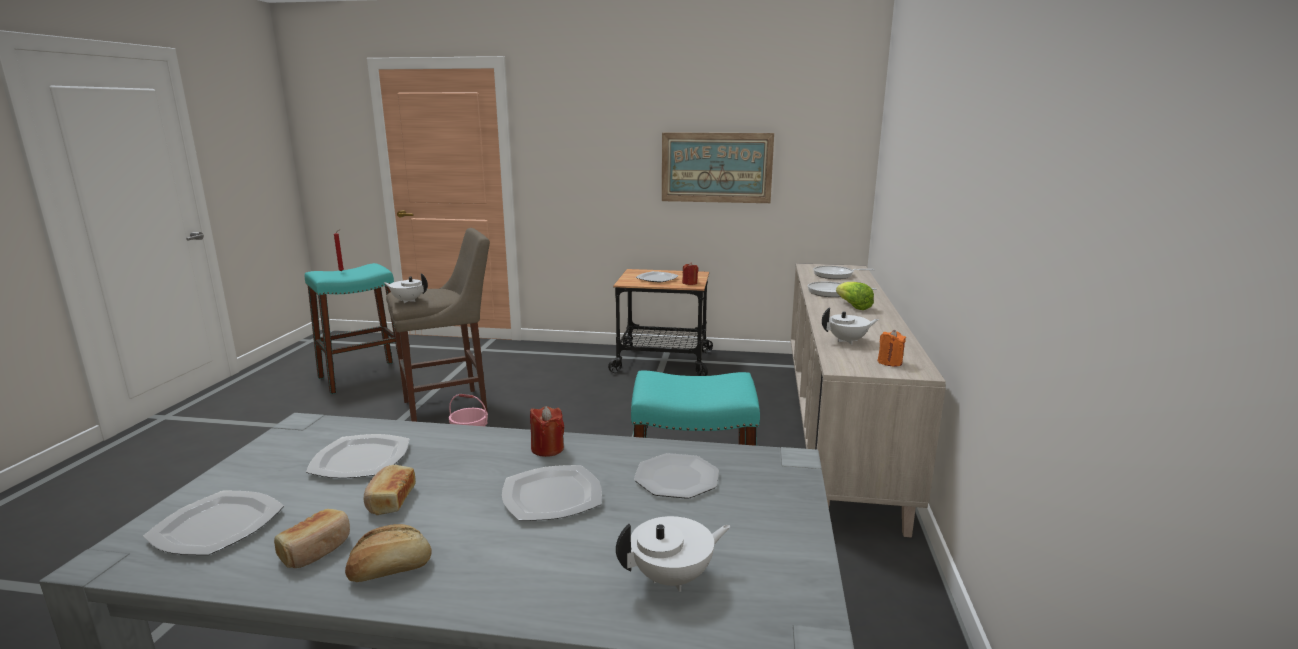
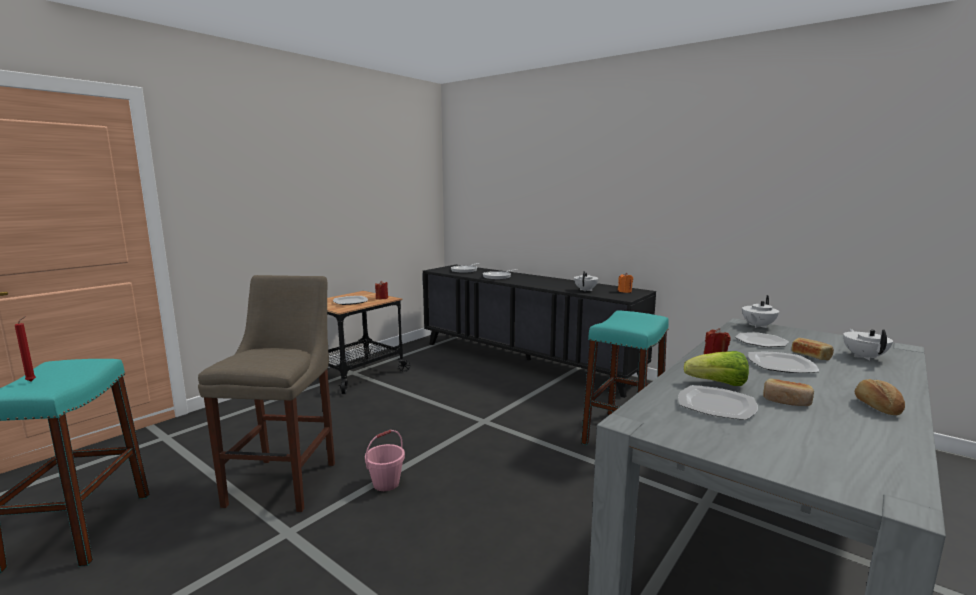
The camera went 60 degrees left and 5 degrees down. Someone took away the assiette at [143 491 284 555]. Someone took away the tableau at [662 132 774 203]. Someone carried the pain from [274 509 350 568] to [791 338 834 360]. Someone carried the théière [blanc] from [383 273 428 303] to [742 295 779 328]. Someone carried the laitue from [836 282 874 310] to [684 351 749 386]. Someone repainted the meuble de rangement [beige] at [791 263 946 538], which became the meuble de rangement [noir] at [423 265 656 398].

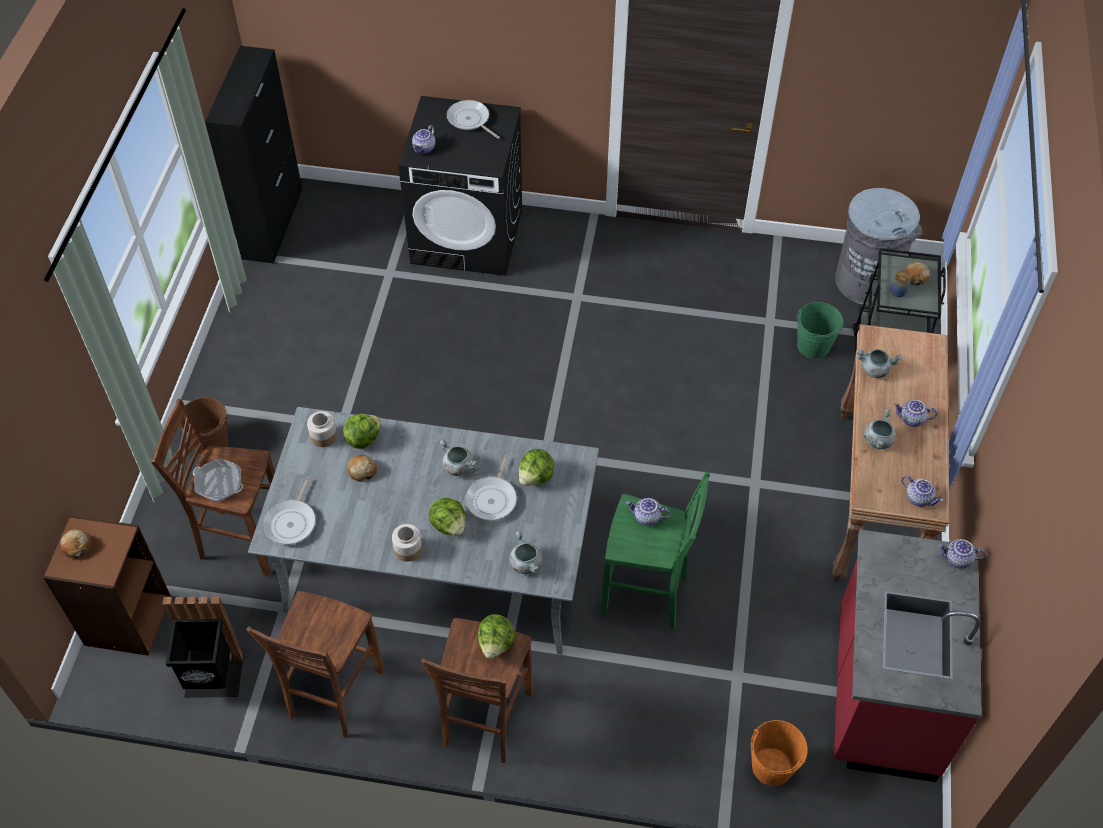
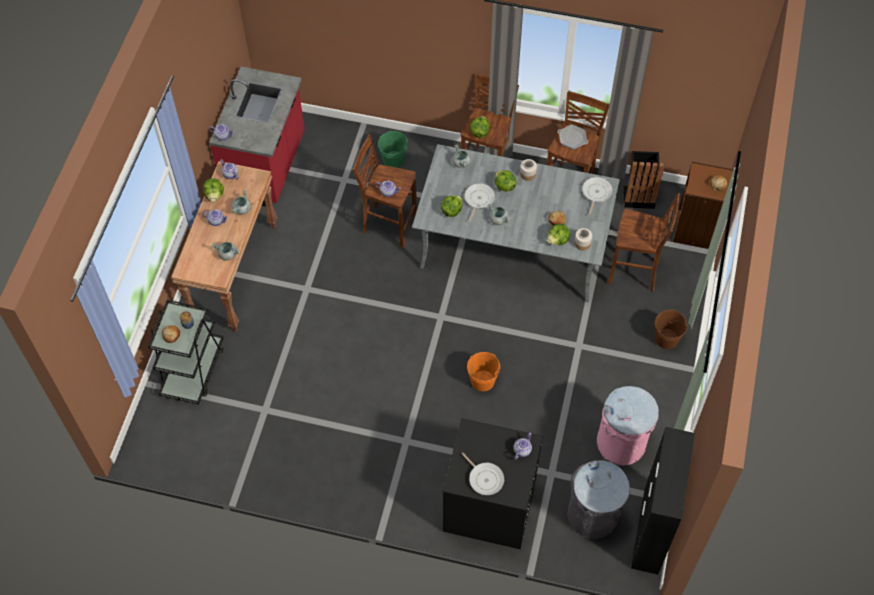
The camera went 175 degrees left and 5 degrees up. Someone put down the laitue at [203 178 224 202]. Someone put down the poubelle [rose] at [596 386 659 466]. Someone carried the poêle from [193 458 243 502] to [558 125 588 149]. Someone carried the seau [orange] from [751 720 808 786] to [467 352 500 391]. Someone carried the seau [vert] from [797 302 843 359] to [378 131 408 168]. Someone carried the poubelle [gris] from [835 188 923 305] to [568 460 630 539]. Someone repainted the tabouret [vert] at [601 471 710 630], which became the tabouret [marron] at [352 134 417 248].

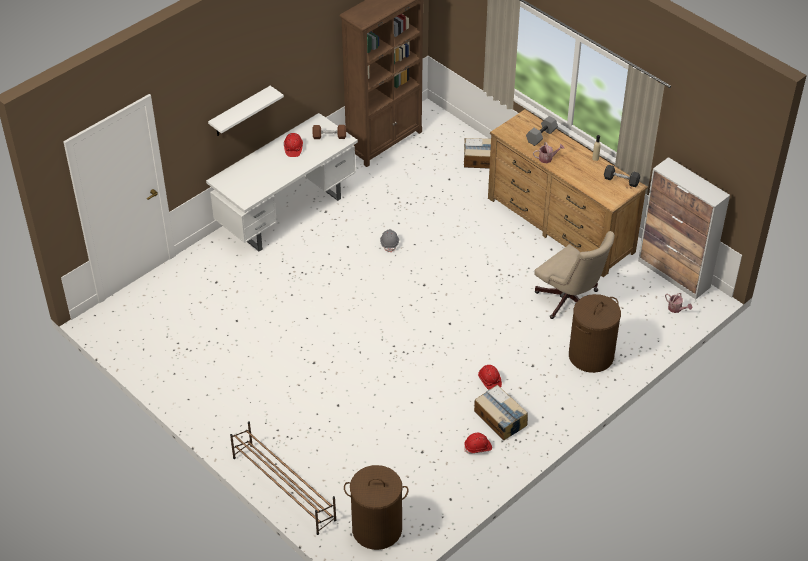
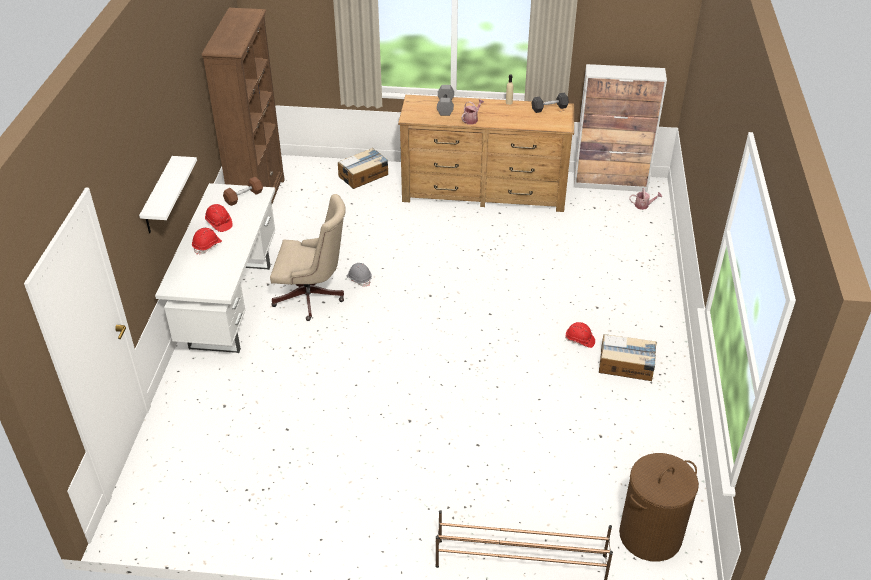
The camera went 40 degrees left and 5 degrees down. Someone took away the panier à linge [marron] at [569 294 621 373]. Someone carried the casque de chantier [rouge] from [464 433 492 454] to [192 228 222 255]. Someone carried the chaise de bureau [beige] from [534 231 615 319] to [270 194 346 321].

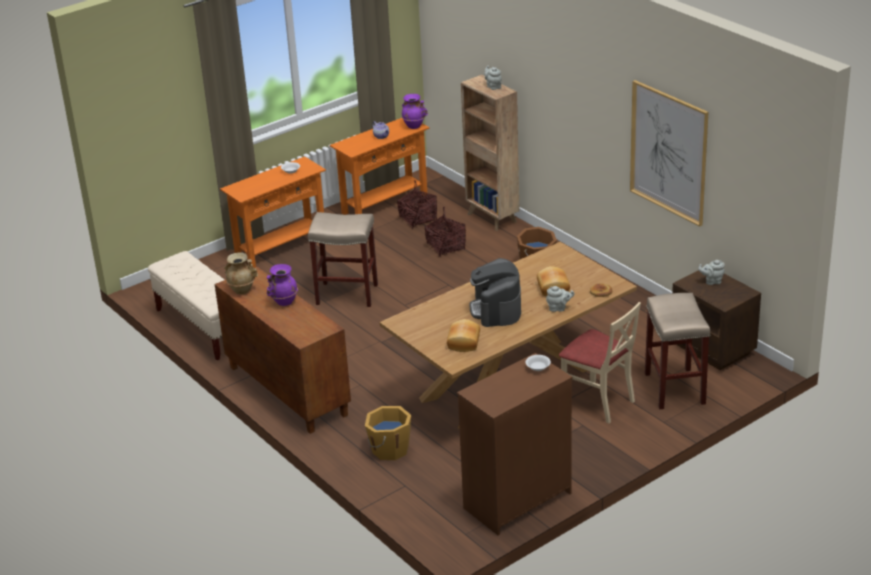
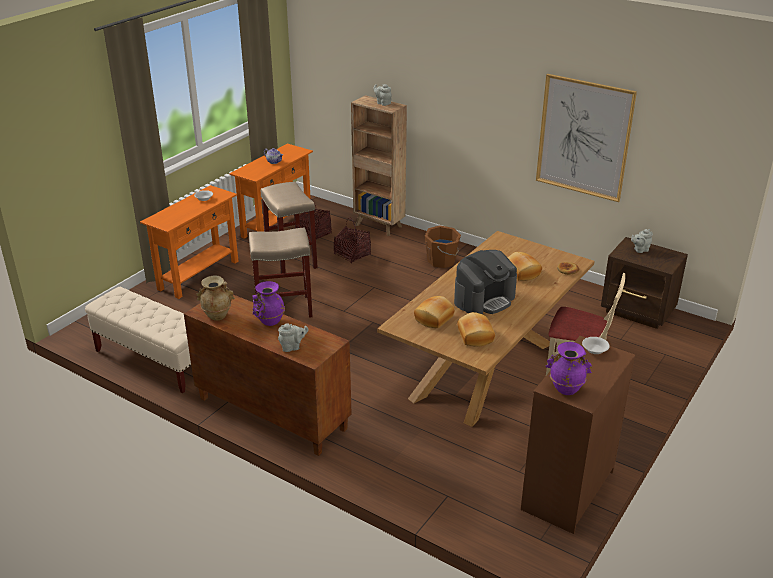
The camera went 20 degrees left and 0 degrees up. Someone took away the seau [orange] at [365 406 411 460]. Someone put down the pain at [414 296 455 328]. Someone carried the vase [violet] from [402 94 428 129] to [546 342 592 395]. Someone carried the théière [gris] from [546 286 575 312] to [278 324 309 352]. Someone carried the tabouret [beige] from [645 293 711 409] to [261 182 318 273]. Someone rotated the machine à café at [470 258 521 327] by 105 degrees counterclockwise.

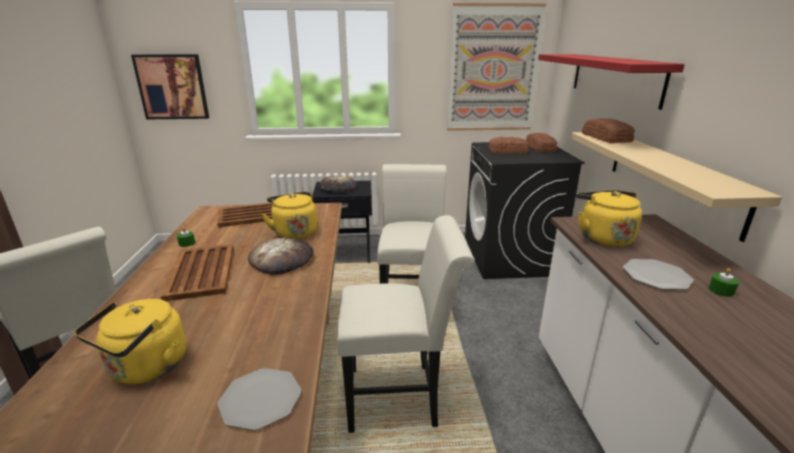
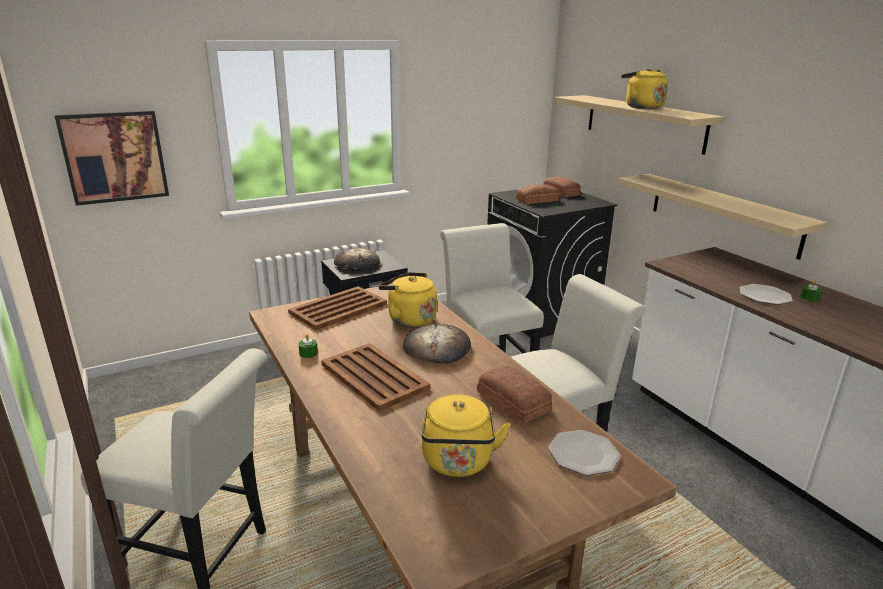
The camera went 25 degrees left and 0 degrees up. Someone took away the tableau at [447 3 546 131]. Someone carried the bouilloire [jaune] from [576 190 642 247] to [621 68 668 109]. Someone carried the pain from [582 118 635 143] to [477 366 552 423]. Someone repainted the étagère [rouge] at [538 54 685 110], which became the étagère [beige] at [555 95 725 155].

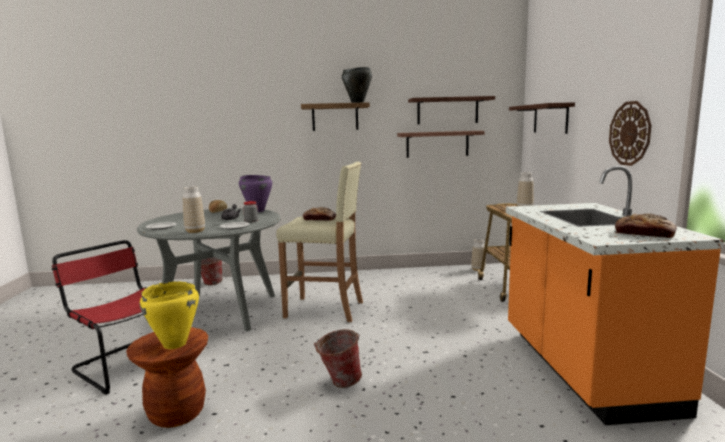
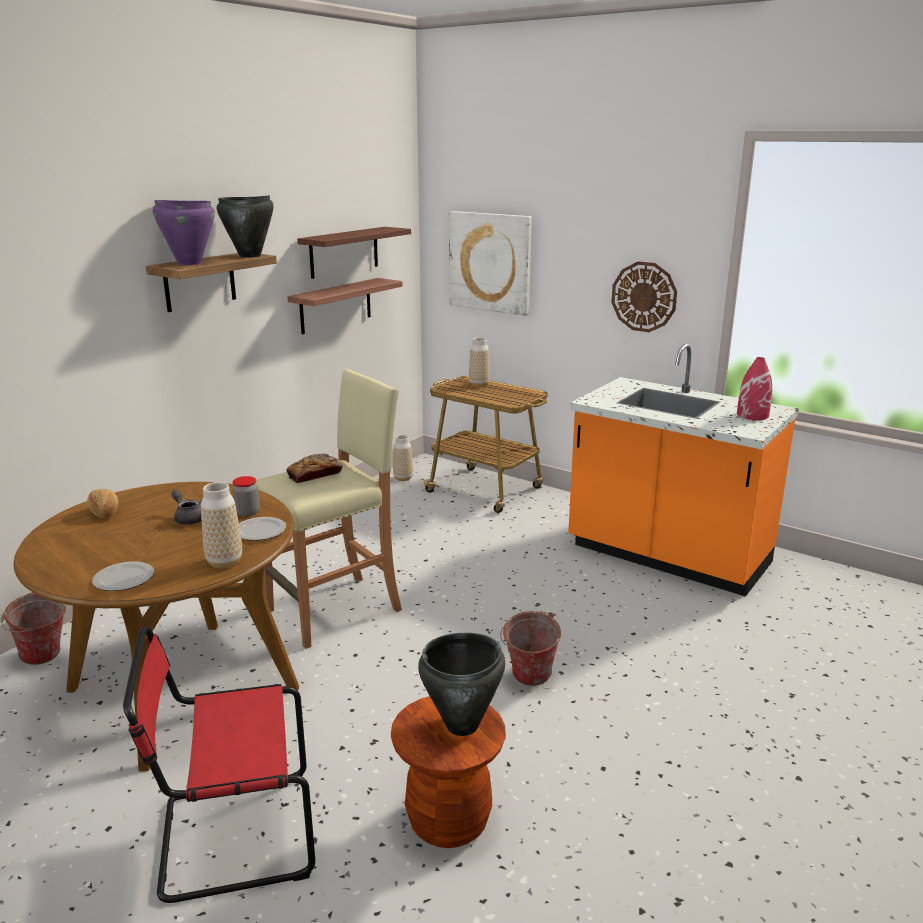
The camera went 50 degrees left and 10 degrees up. Someone carried the marmite [violet] from [239 175 272 212] to [153 200 215 265]. Someone swapped the étagère at [509 102 575 134] for the tableau at [449 211 532 316]. Someone swapped the pain at [615 213 677 238] for the vase [rouge] at [737 357 772 420]. Someone repainted the table à manger [gris] at [137 208 281 331], which became the table à manger [marron] at [13 482 299 772]. Someone repainted the marmite [jaune] at [139 281 199 349], which became the marmite [noir] at [418 633 505 736].

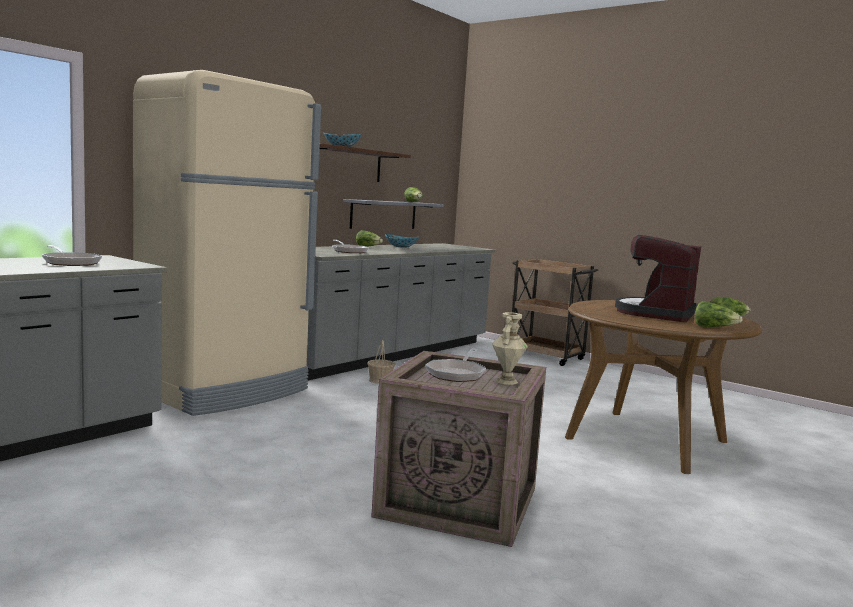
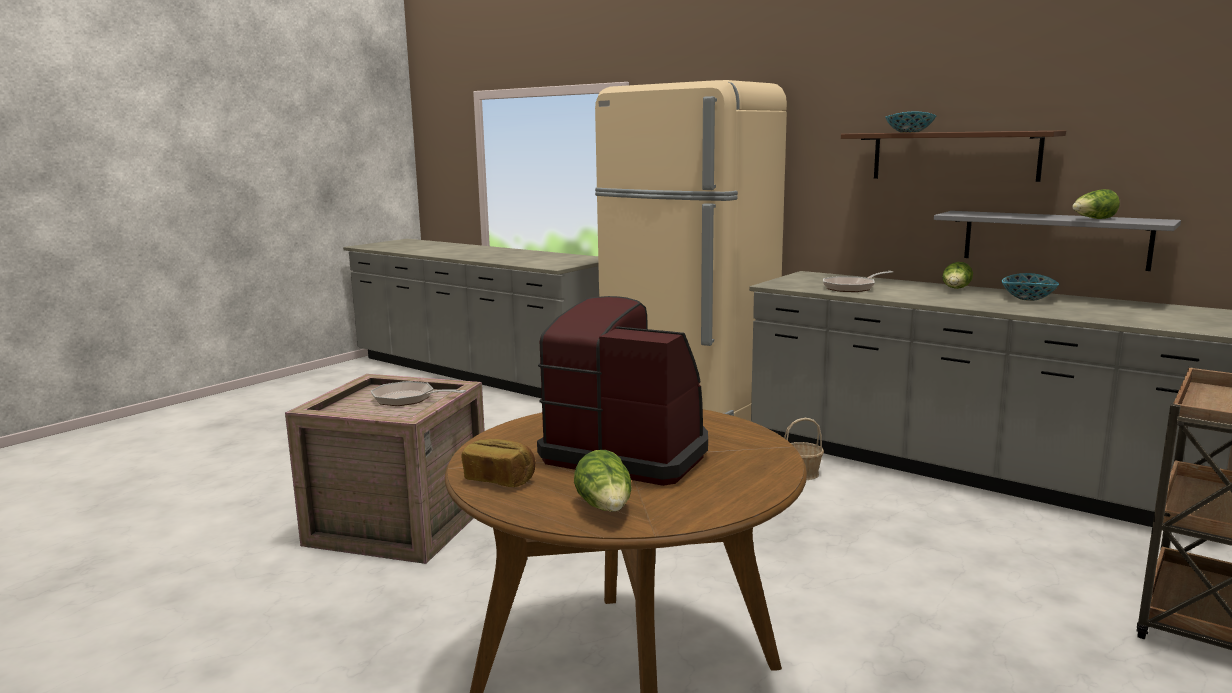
The camera went 90 degrees right and 5 degrees up. Someone took away the poêle at [42 245 102 266]. Someone took away the vase [beige] at [492 312 528 385]. Someone swapped the laitue at [695 301 743 327] for the pain at [461 438 536 487].

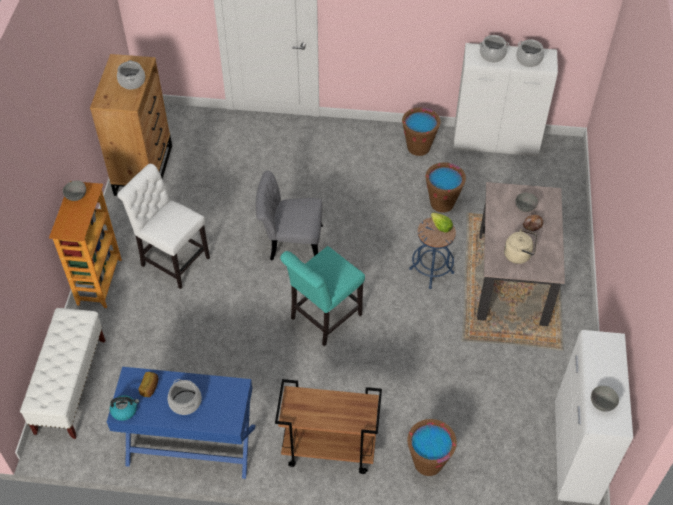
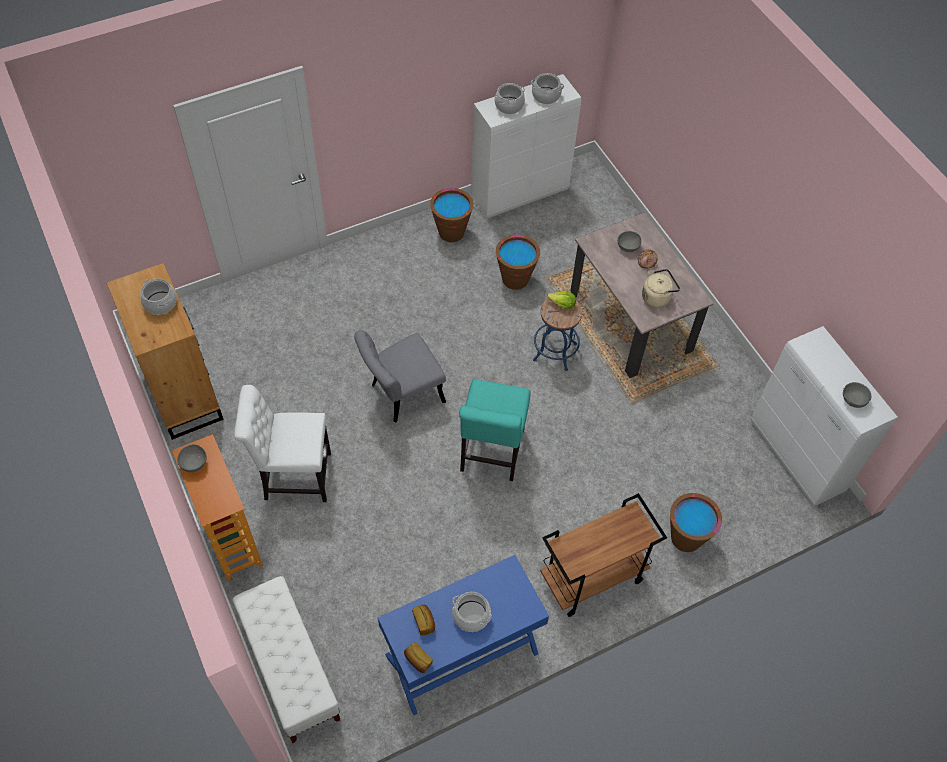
The camera went 35 degrees left and 5 degrees up. Someone swapped the bouilloire at [110 395 139 421] for the pain at [404 642 433 673].

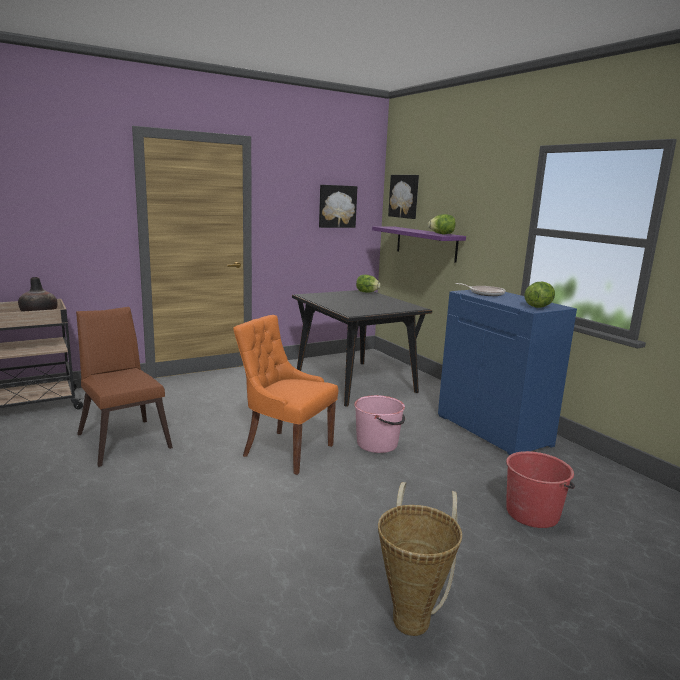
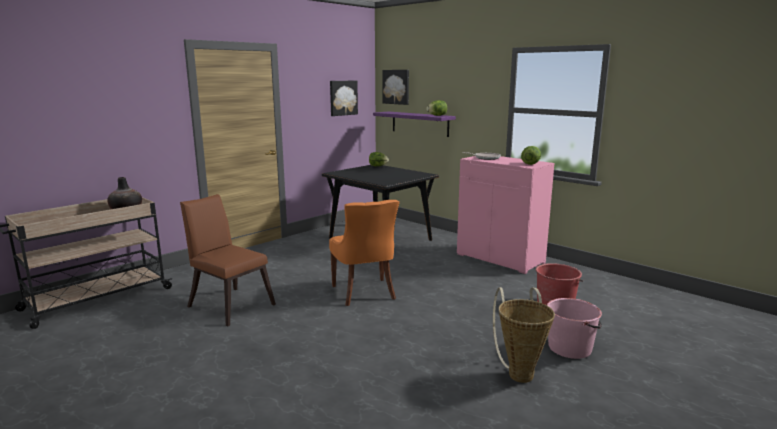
The camera went 15 degrees left and 0 degrees up. Someone carried the seau [rose] from [354 395 405 453] to [547 298 602 359]. Someone repainted the meuble de rangement [bleu] at [438 290 577 455], which became the meuble de rangement [rose] at [457 156 554 274]. Someone rotated the chaise [orange] at [233 315 338 475] by 120 degrees counterclockwise.

